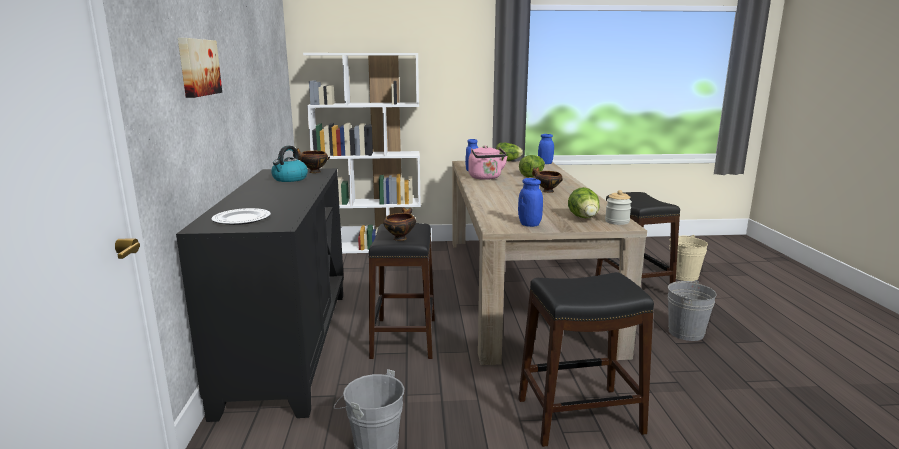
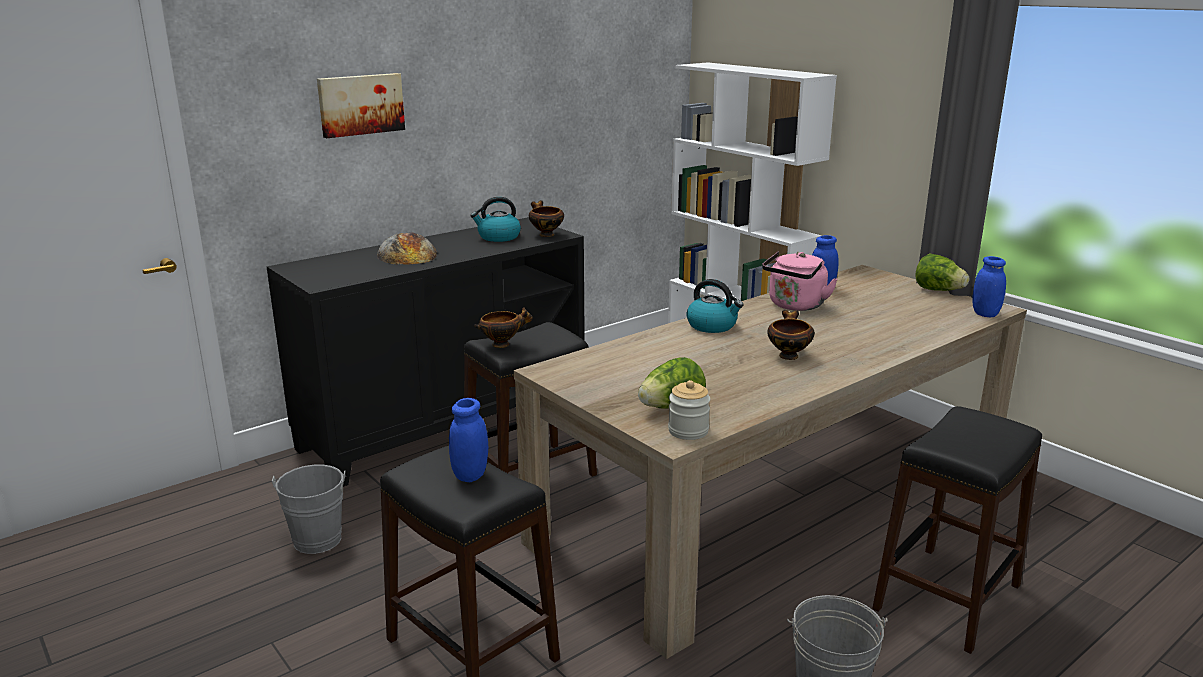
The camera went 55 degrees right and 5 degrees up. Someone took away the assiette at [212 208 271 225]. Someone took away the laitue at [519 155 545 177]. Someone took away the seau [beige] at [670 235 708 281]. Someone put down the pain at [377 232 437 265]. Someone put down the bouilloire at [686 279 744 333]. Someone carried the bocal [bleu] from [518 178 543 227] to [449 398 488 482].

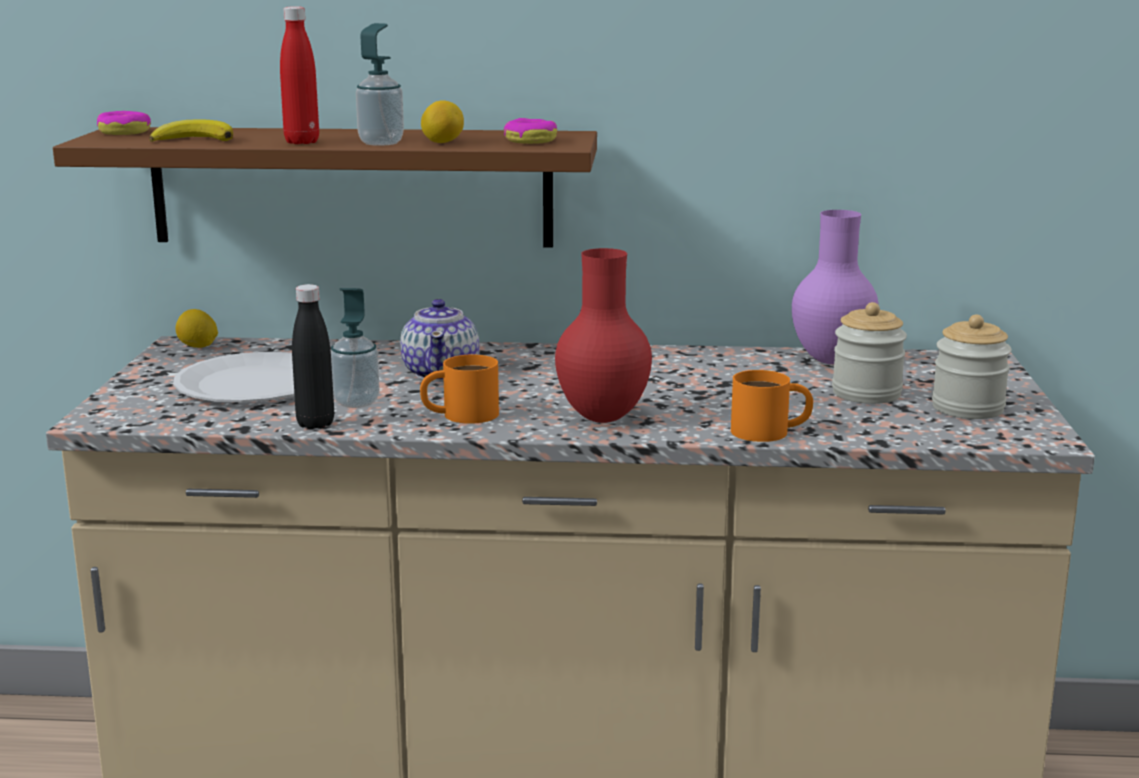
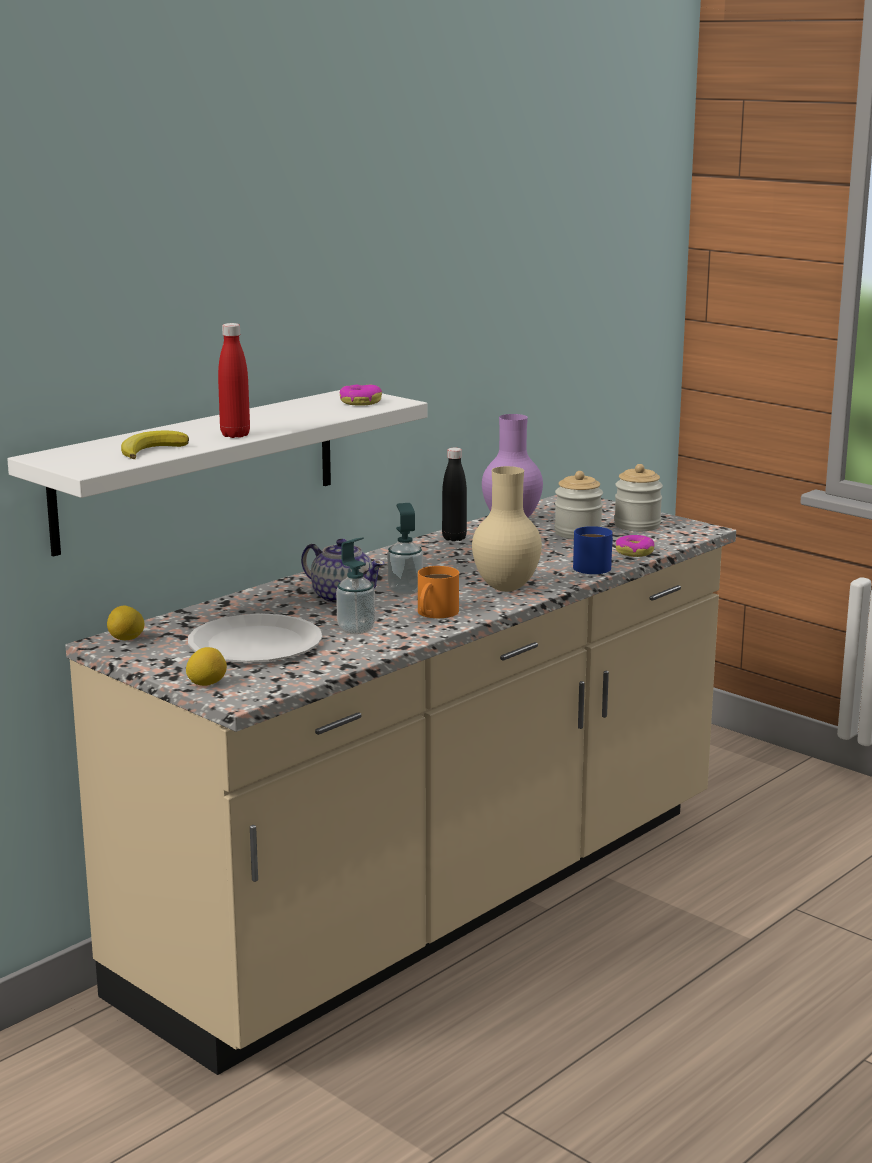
The camera went 50 degrees left and 0 degrees up. Someone carried the beignet from [97 111 151 135] to [616 535 654 557]. Someone carried the bouteille [noir] from [292 284 334 429] to [442 448 467 541]. Someone carried the distributeur de savon from [356 23 404 146] to [387 503 423 595]. Someone carried the citron from [421 101 464 143] to [186 647 227 686]. Someone repainted the étagère [marron] at [53 127 597 248], which became the étagère [blanc] at [7 390 428 557]. Someone repainted the vase [rouge] at [555 248 652 423], which became the vase [beige] at [472 466 542 592]. Someone repainted the mug [orange] at [731 370 813 442], which became the mug [bleu] at [573 526 613 574].

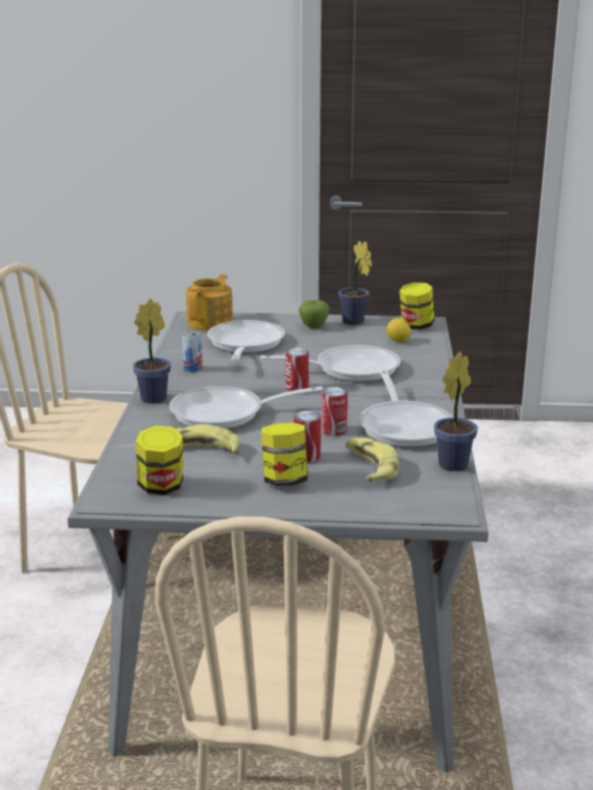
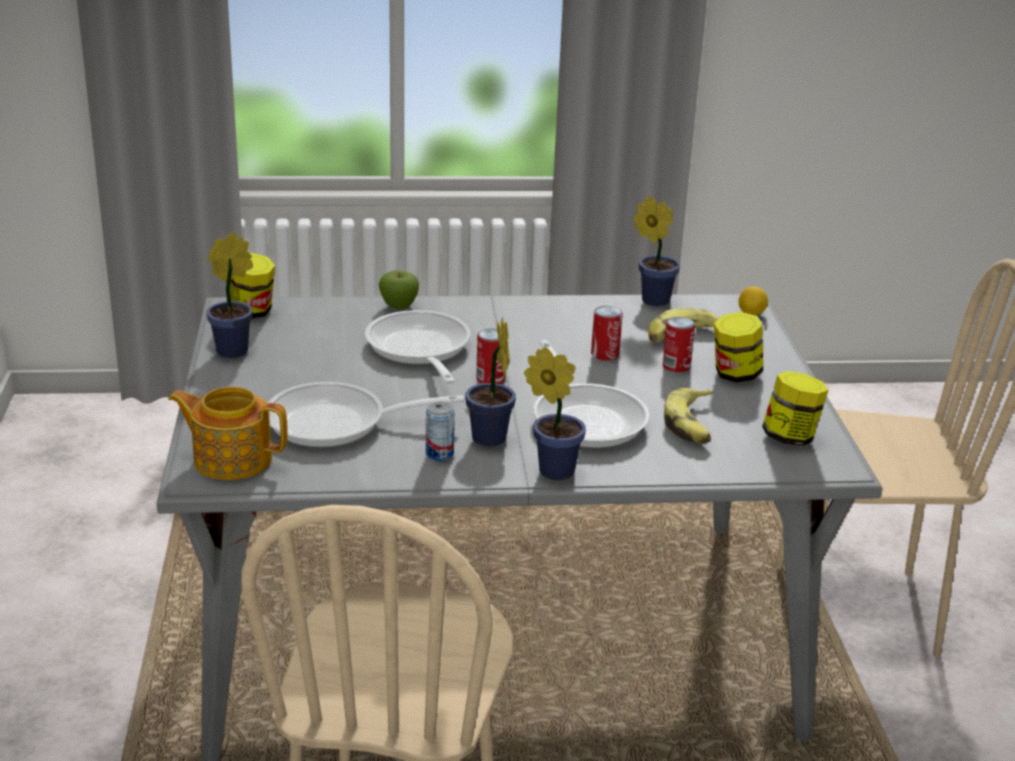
The camera went 100 degrees left and 5 degrees up. Someone took away the poêle at [359 369 453 447]. Someone put down the plante en pot at [465 317 516 447]. Someone carried the pomme from [299 300 330 329] to [379 270 419 309]. Someone carried the citron from [387 318 411 342] to [738 286 768 315].

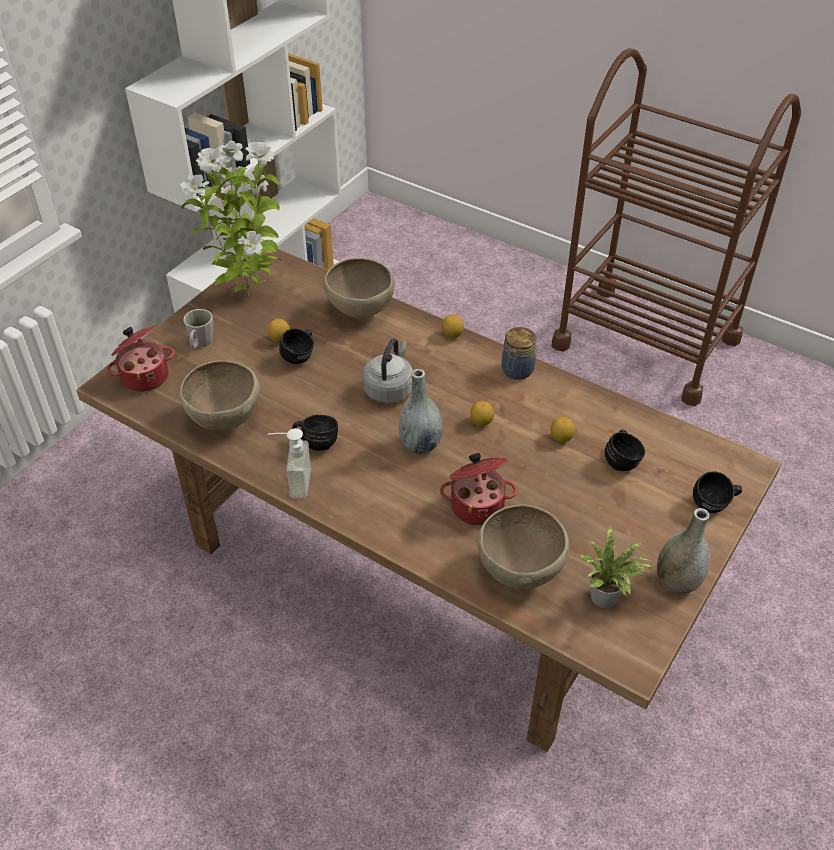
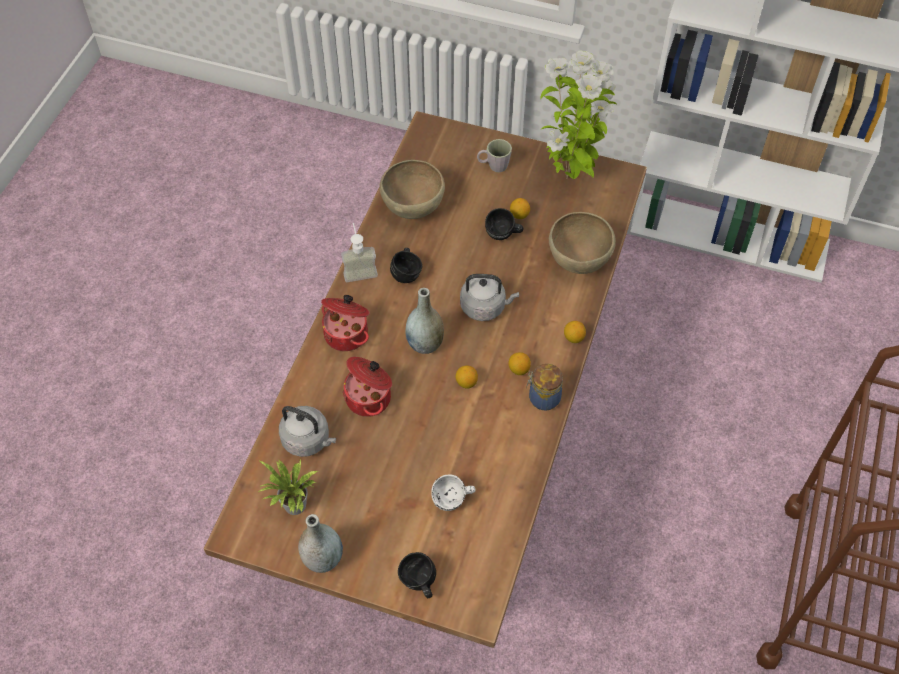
The camera went 75 degrees right and 10 degrees up. Someone carried the marmite from [107 325 175 392] to [321 295 370 351]. Someone carried the citron from [550 417 575 443] to [508 352 531 375]. Someone swapped the bol [marron] at [478 504 569 589] for the bouilloire [gris] at [279 406 336 457]. Someone repainted the mug [noir] at [605 429 645 471], which became the mug [blanc] at [431 474 475 511].

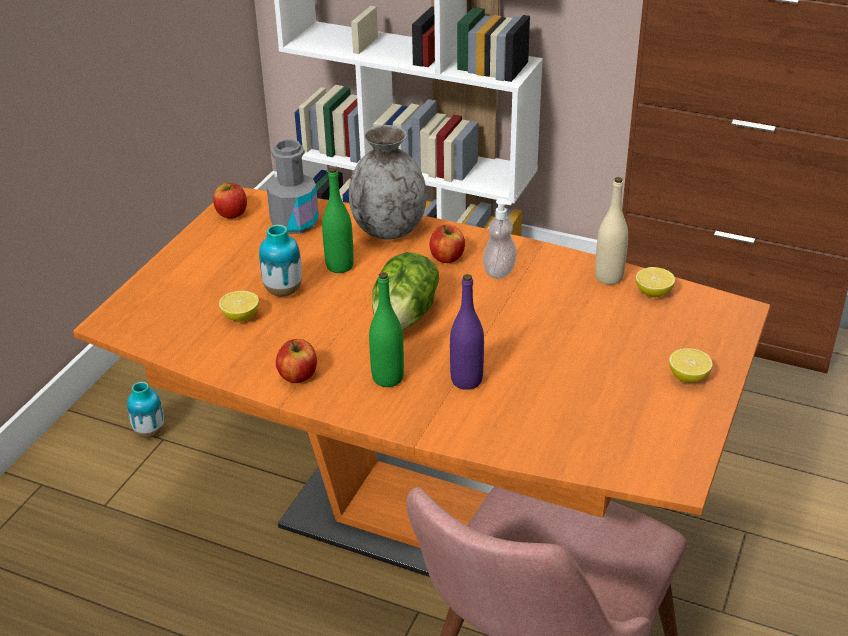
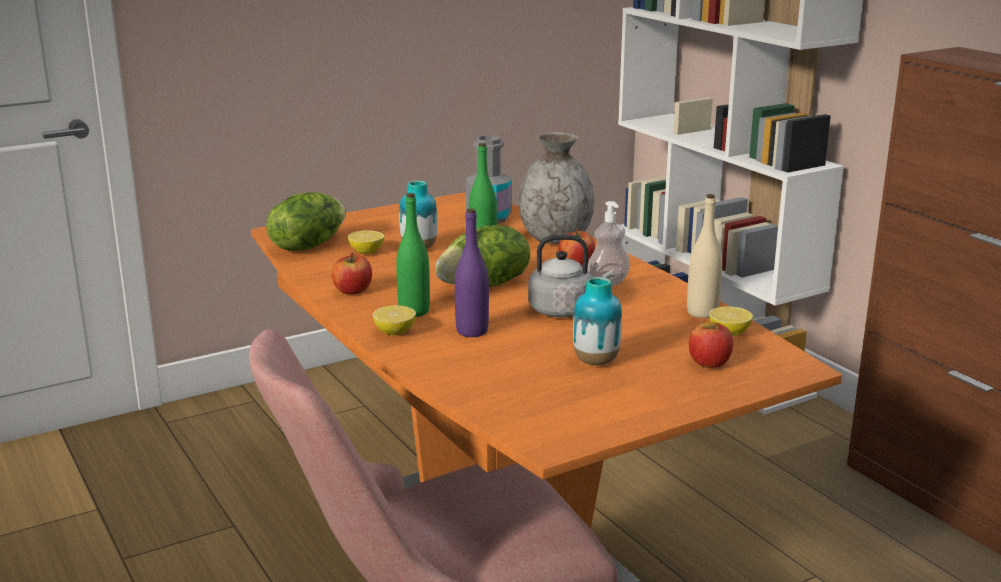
The camera went 35 degrees right and 15 degrees down. Someone put down the laitue at [266 192 346 251]. Someone put down the bouilloire [gris] at [528 235 615 317]. Someone carried the vase from [127 382 164 438] to [573 277 622 365]. Someone carried the pomme from [213 183 247 219] to [689 322 733 368]. Someone carried the citron from [669 348 713 383] to [373 305 416 335].

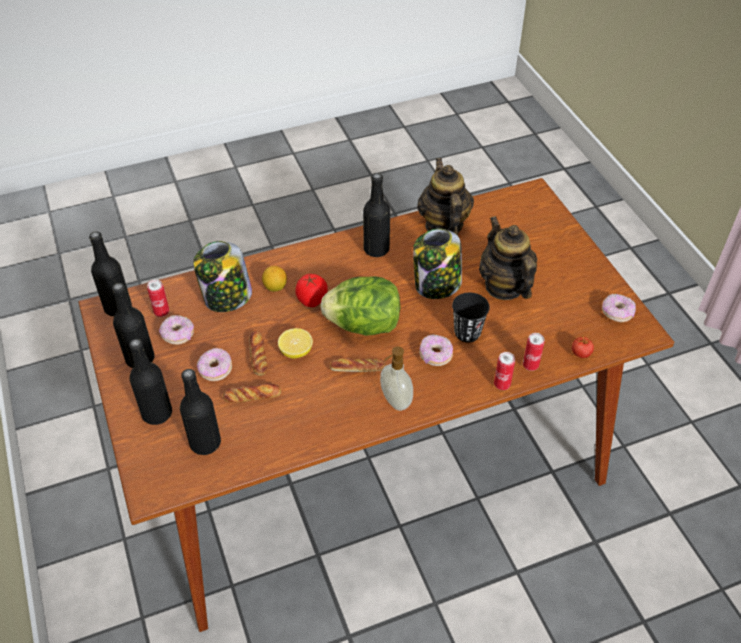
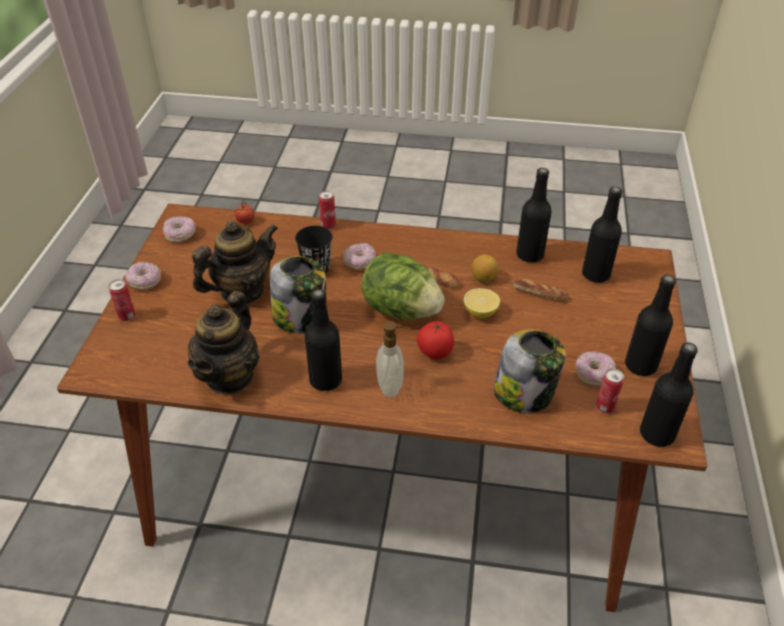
The camera went 150 degrees left and 5 degrees down. Someone took away the pain at [249 331 268 376]. Someone carried the bouteille [noir] from [129 339 172 425] to [516 168 552 263]. Someone carried the beignet from [197 348 232 381] to [125 262 161 290]. Someone carried the citron from [262 266 287 291] to [471 254 498 282]. Someone carried the distributeur de savon from [380 346 413 411] to [376 321 407 397]. Someone carried the boîte métallique from [523 333 545 371] to [109 279 136 321]. Someone rotated the théière at [479 216 537 300] by 135 degrees counterclockwise.

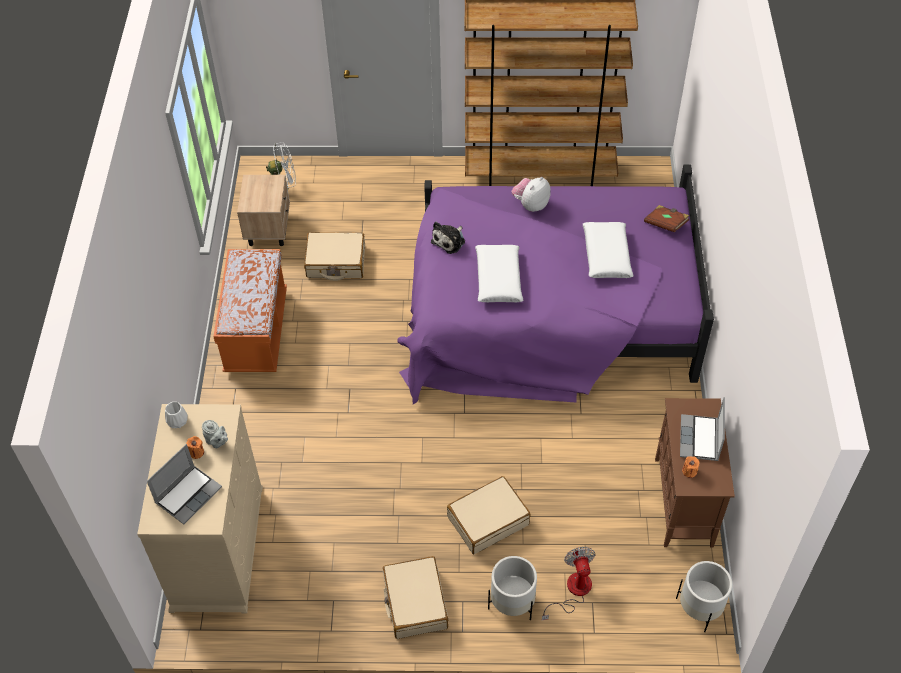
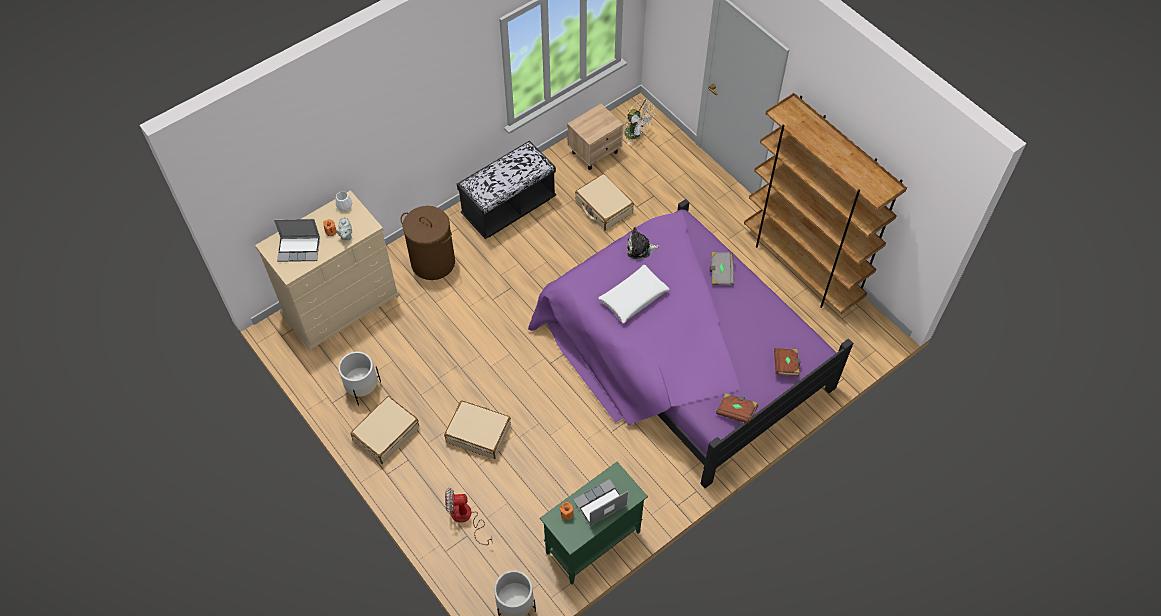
The camera went 50 degrees right and 5 degrees up. Someone took away the coussin [blanc] at [583 222 633 278]. Someone put down the panier à linge [marron] at [400 206 455 280]. Someone put down the livre [marron] at [716 393 758 424]. Someone carried the cache-pot [blanc] from [488 556 537 621] to [338 351 381 405]. Someone swapped the peluche at [512 177 551 212] for the livre [gris] at [710 252 734 285]. Someone repainted the banc [orange] at [213 249 287 372], which became the banc [noir] at [457 140 556 239]. Someone repainted the meuble de rangement [marron] at [655 398 735 548], which became the meuble de rangement [vert] at [540 462 648 585]. Someone rotated the ventilateur at [542 547 596 620] by 135 degrees counterclockwise.

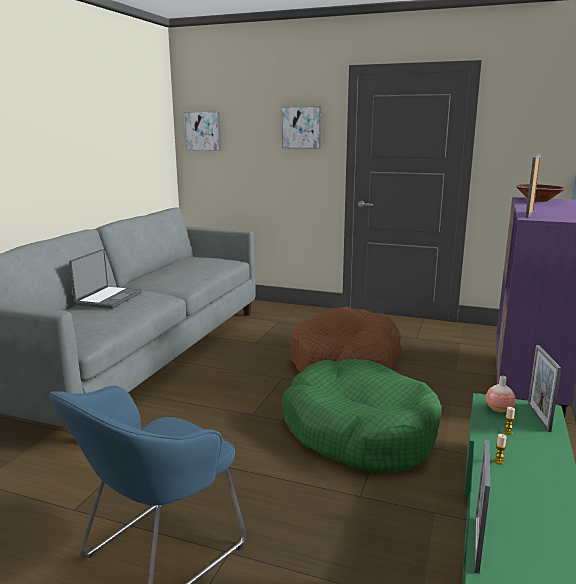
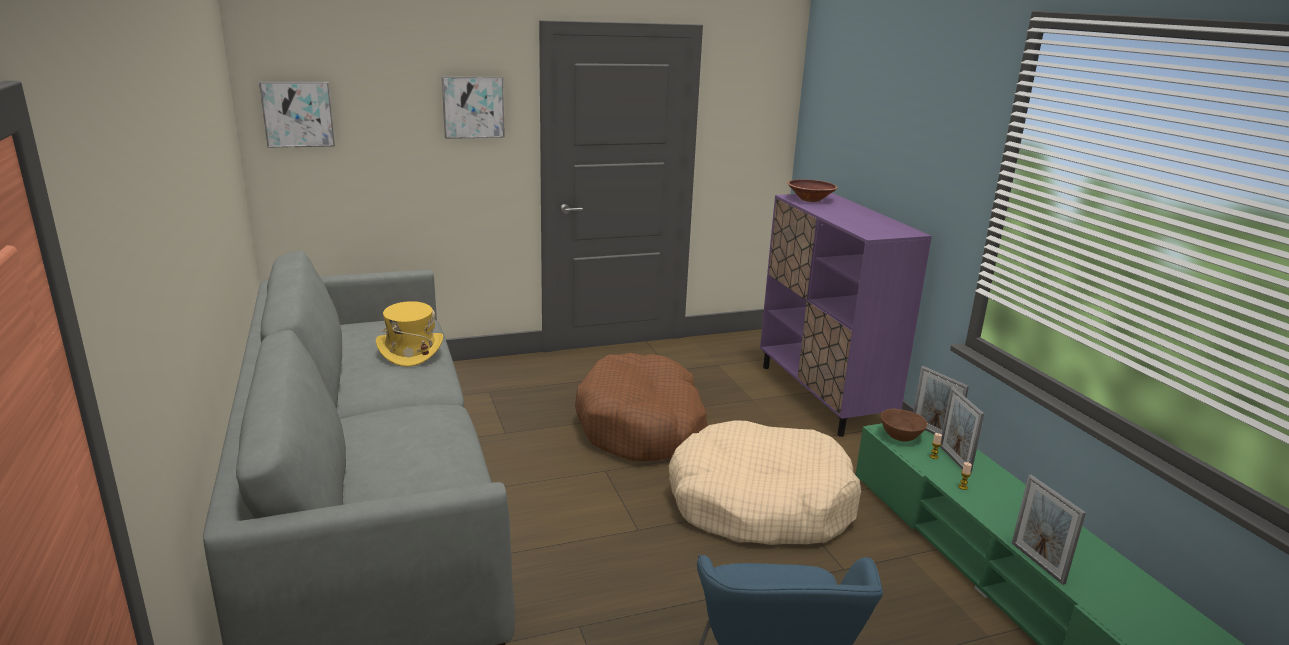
The camera went 40 degrees left and 5 degrees up. Someone took away the ordinateur portable at [69 249 142 309]. Someone put down the chapeau [jaune] at [376 301 443 367]. Someone carried the cadre photo from [525 155 541 218] to [940 387 984 473]. Someone swapped the vase at [486 376 516 413] for the bol [marron] at [881 409 927 442]. Someone repainted the panier pour chien [vert] at [282 359 442 474], which became the panier pour chien [beige] at [668 420 861 545].

